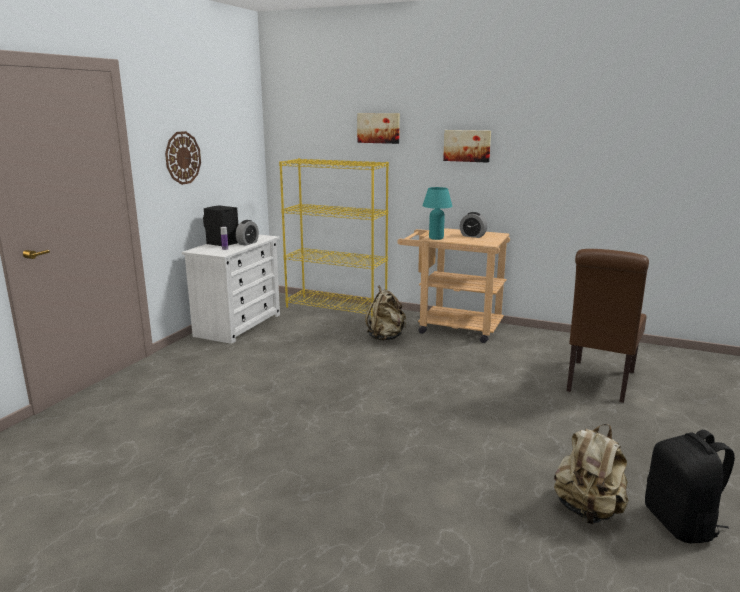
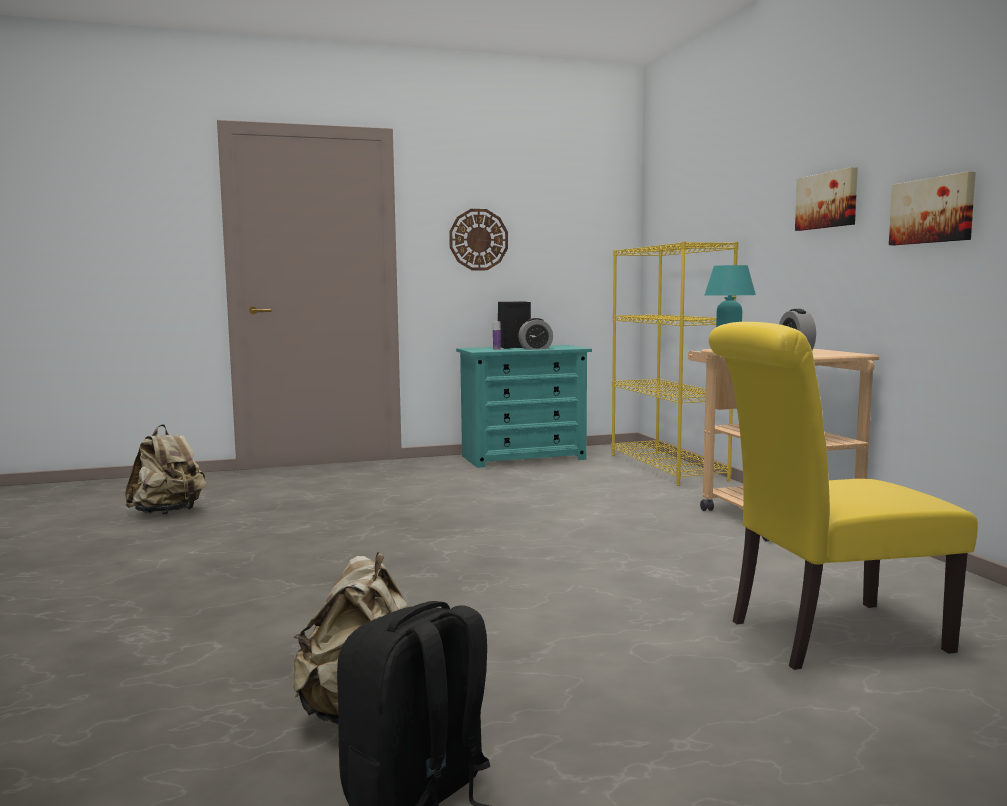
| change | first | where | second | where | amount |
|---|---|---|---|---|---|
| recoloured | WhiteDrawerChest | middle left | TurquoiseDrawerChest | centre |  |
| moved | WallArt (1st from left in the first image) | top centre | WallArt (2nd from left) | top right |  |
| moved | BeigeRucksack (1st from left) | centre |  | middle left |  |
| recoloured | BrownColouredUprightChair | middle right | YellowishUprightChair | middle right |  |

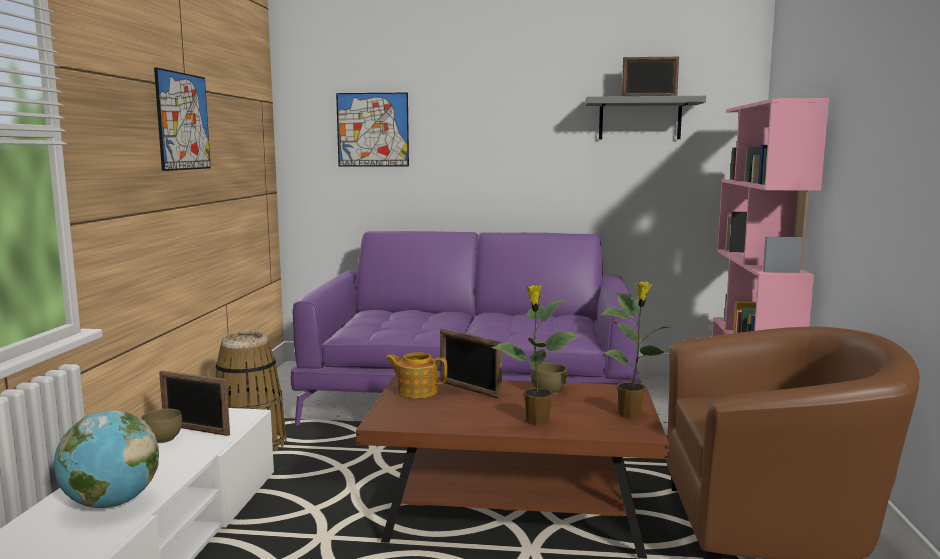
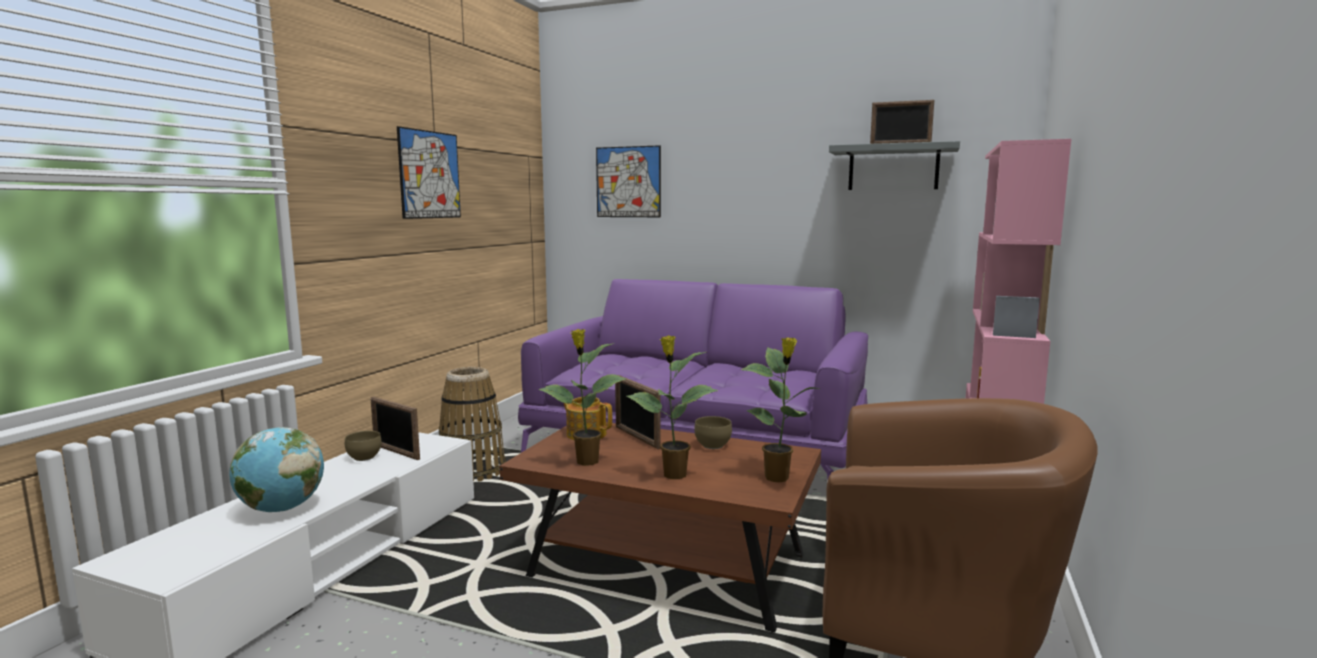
| change | first | where | second | where | amount |
|---|---|---|---|---|---|
| added |  |  | Houseplant (1st from left) | centre |  |

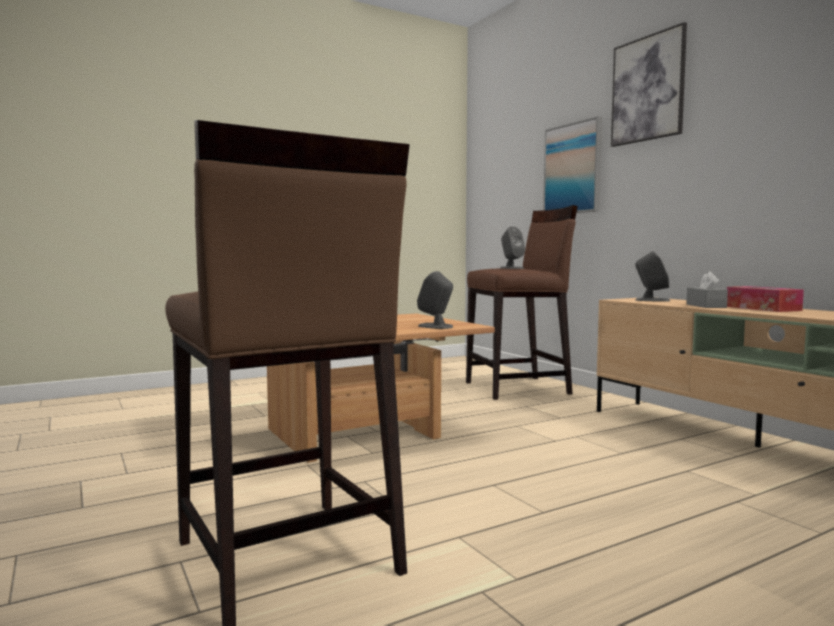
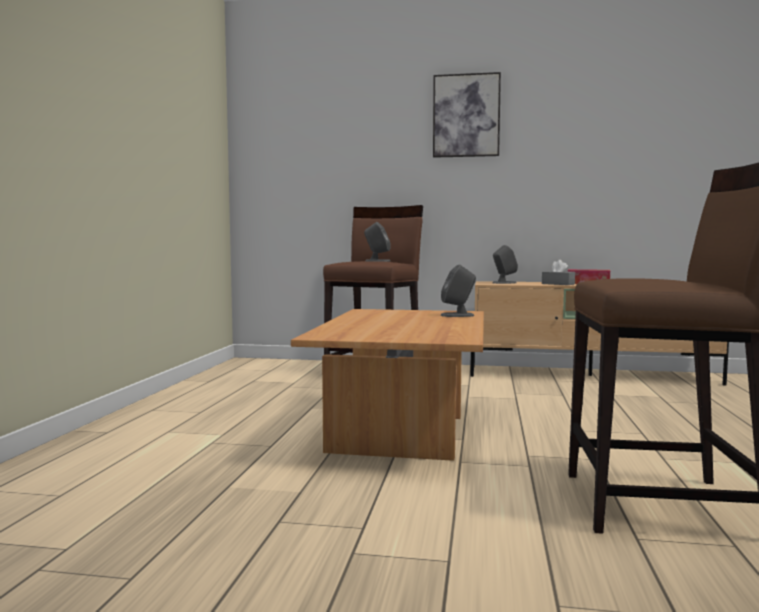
| change | first | where | second | where | amount |
|---|---|---|---|---|---|
| removed | WallArt (1st from left) | top right |  |  |  |

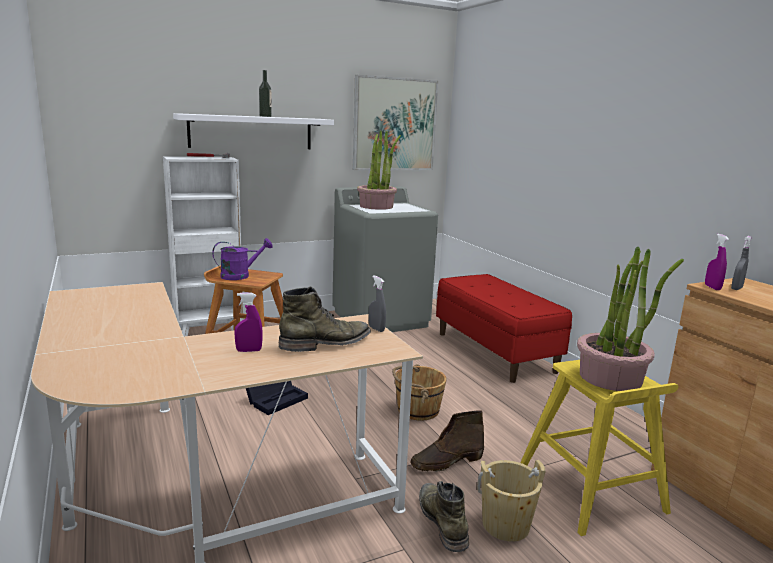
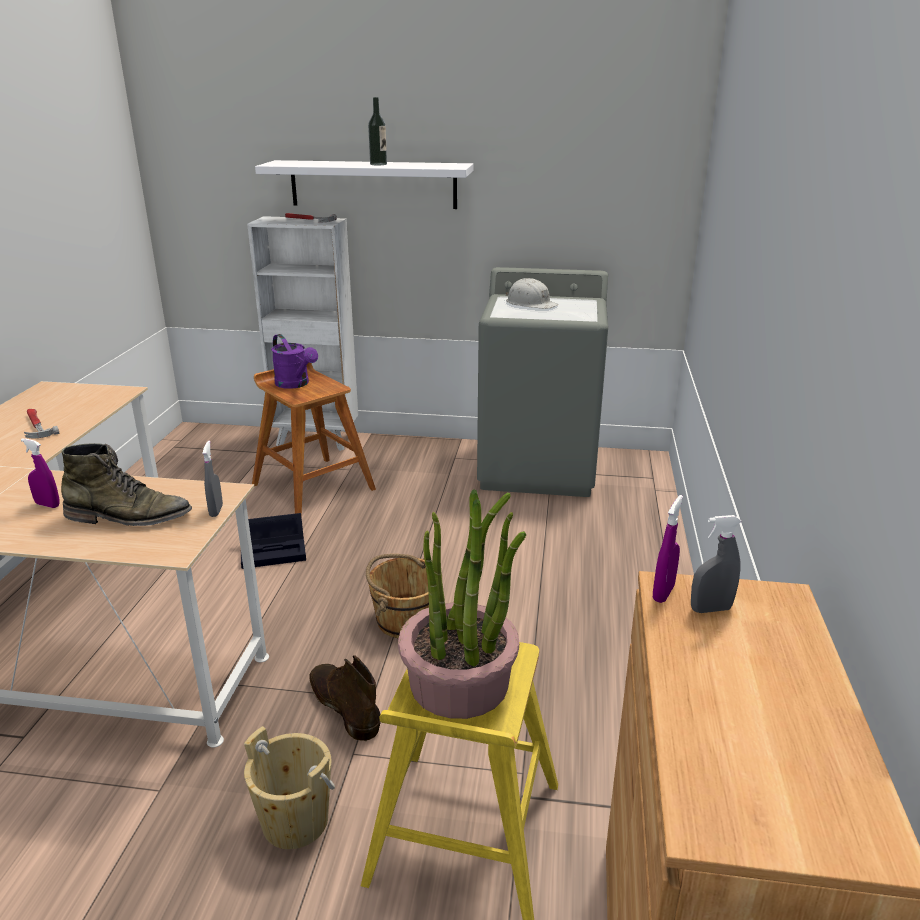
| change | first | where | second | where | amount |
|---|---|---|---|---|---|
| turned | PurplishWateringPot | middle left |  | middle left | 45 degrees clockwise |
| removed | WallArt | top centre |  |  |  |
| replaced | Houseplant (1st from left) | top centre | WhiteHardHat | top centre |  |
| turned | BrownColouredTallBoot | bottom centre |  | bottom centre | 45 degrees clockwise |
| removed | GreenTallBoot (2nd from left) | bottom centre |  |  |  |
| removed | ReddishLongSeat | centre |  |  |  |
| added |  |  | HandHammer (1st from left) | middle left |  |

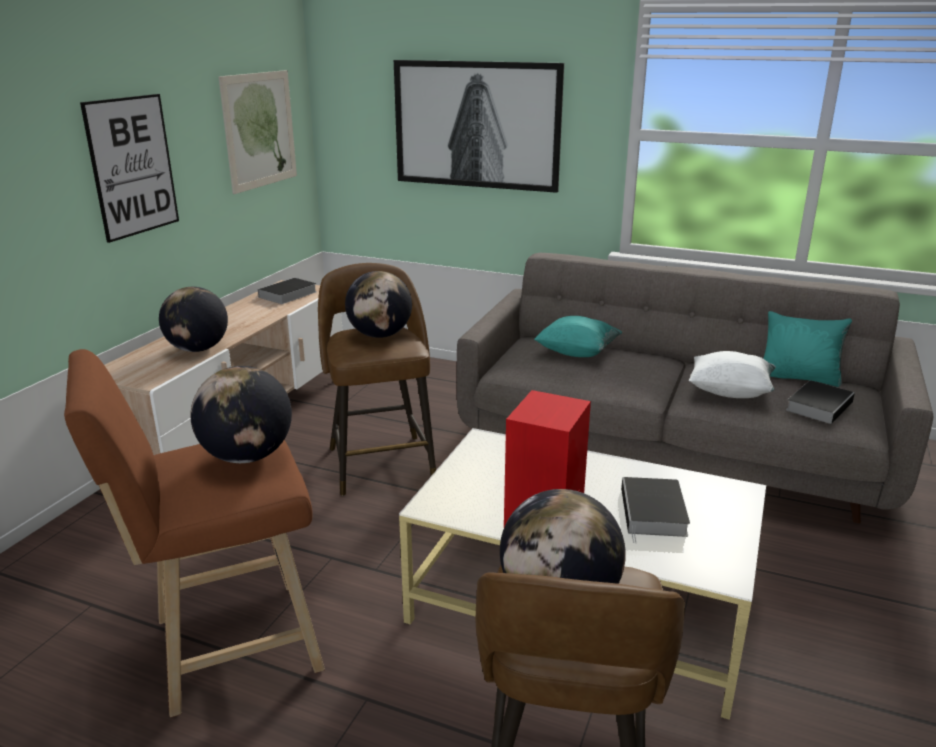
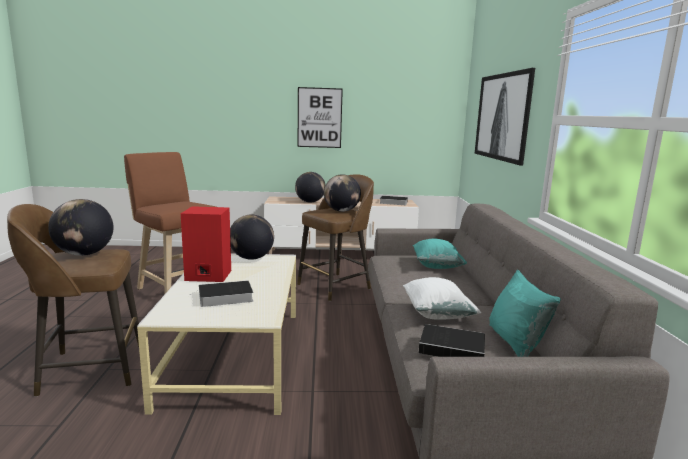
| change | first | where | second | where | amount |
|---|---|---|---|---|---|
| moved | Globe (2nd from left) | middle left |  | centre |  |
| removed | WallArt (2nd from left) | top left |  |  |  |

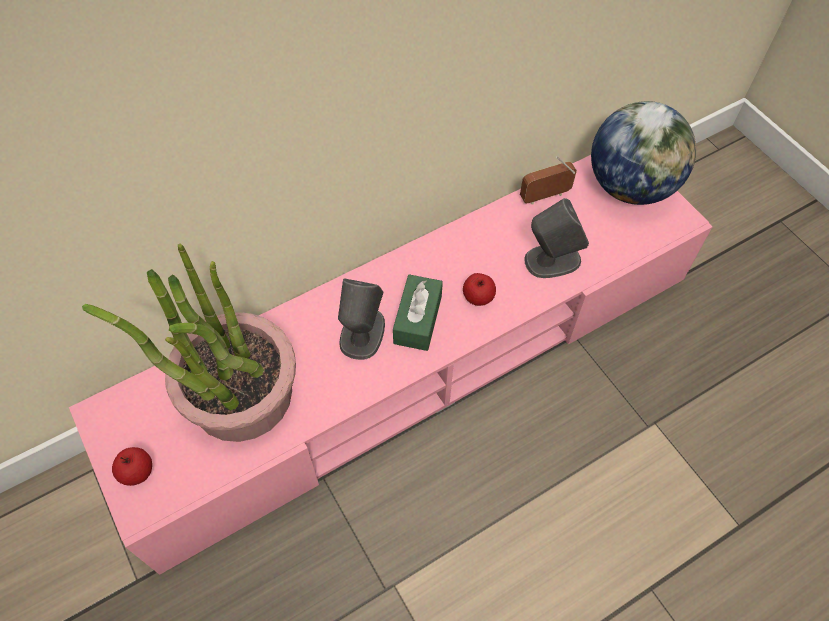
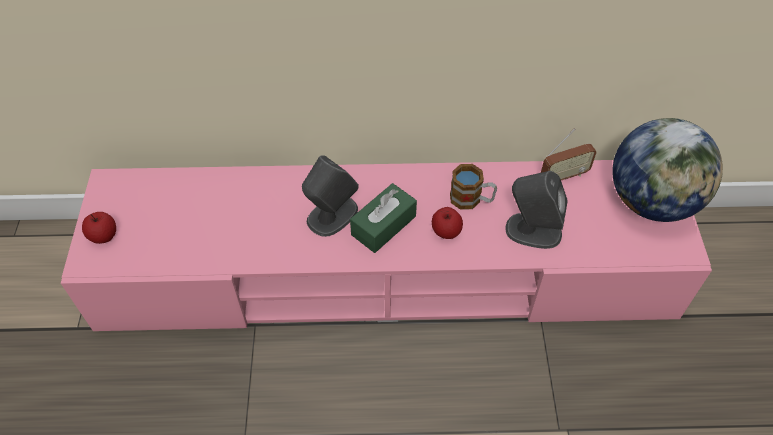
| change | first | where | second | where | amount |
|---|---|---|---|---|---|
| removed | Houseplant | middle left |  |  |  |
| turned | Radio | top centre |  | middle right | 150 degrees clockwise |
| added |  |  | TeaMug | centre |  |

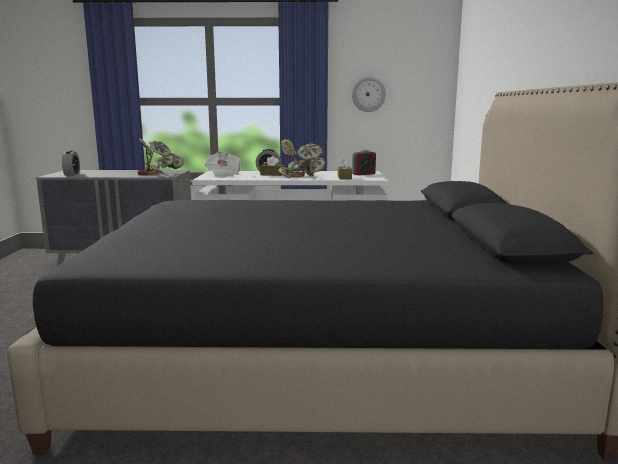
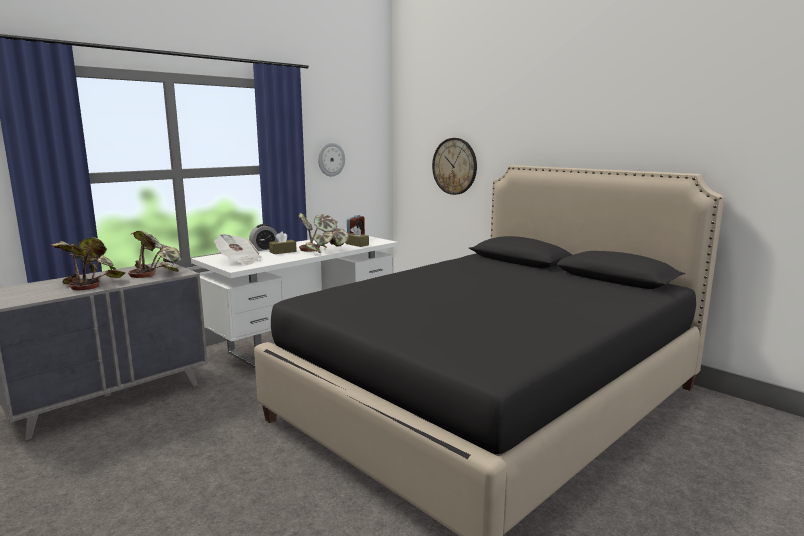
| change | first | where | second | where | amount |
|---|---|---|---|---|---|
| removed | AlarmClock (1st from left) | middle left |  |  |  |
| added |  |  | Houseplant (1st from left) | middle left |  |
| added |  |  | HangingClock (2nd from left) | top centre |  |

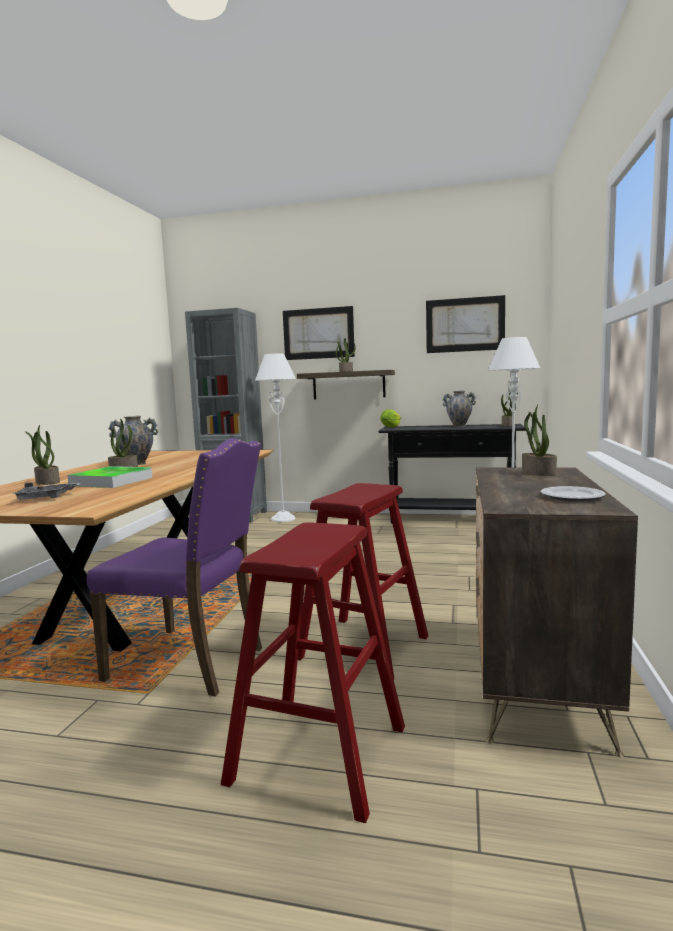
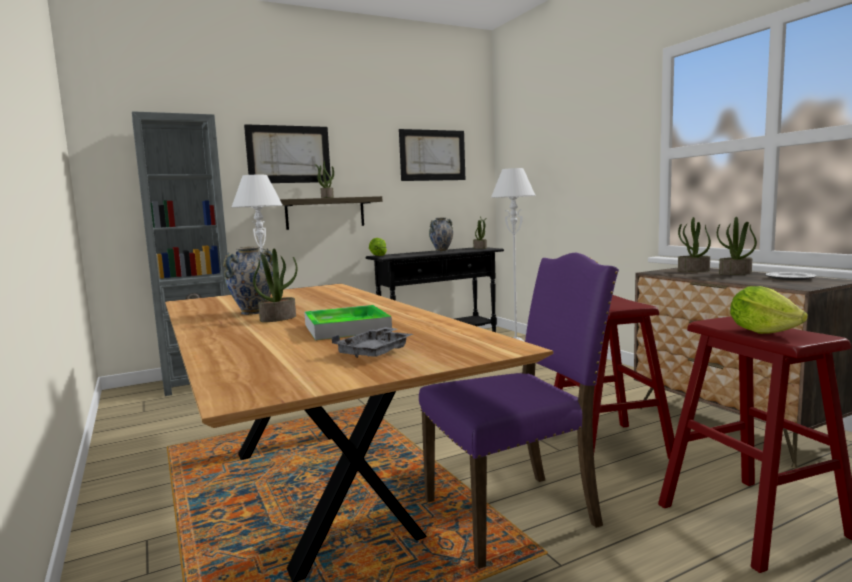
| change | first | where | second | where | amount |
|---|---|---|---|---|---|
| moved | Houseplant (1st from left in the first image) | middle left | Houseplant (5th from left) | middle right |  |
| added |  |  | HeadOfLettuce (2nd from left) | middle right |  |

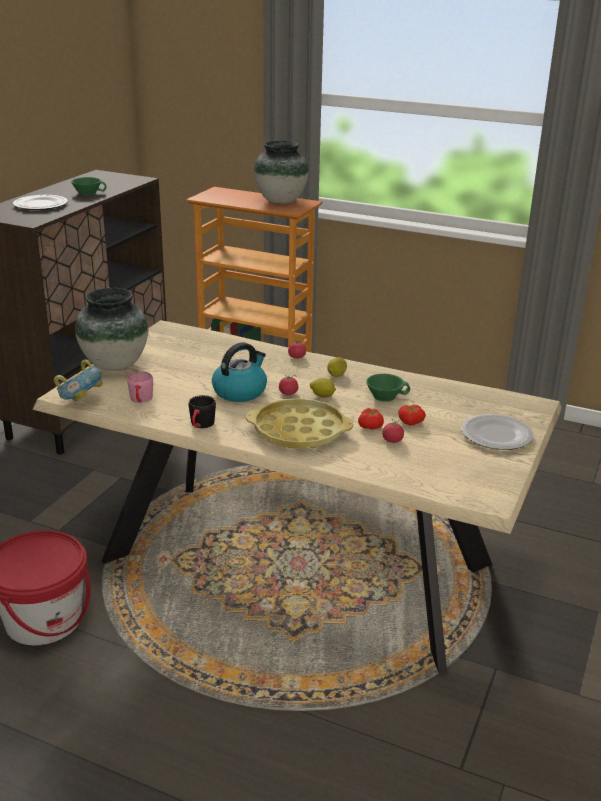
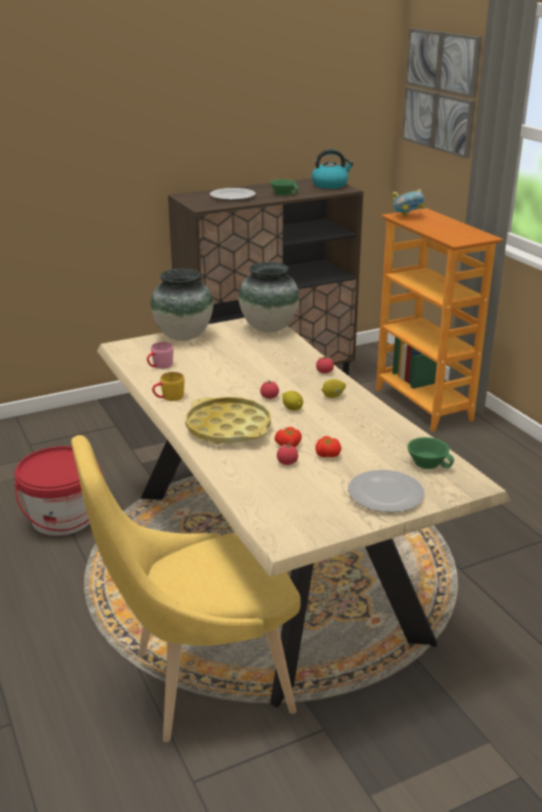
| change | first | where | second | where | amount |
|---|---|---|---|---|---|
| moved | Bowl | middle left |  | top right |  |
| recoloured | BlackColouredTeaMug | centre | YellowishTeaMug | middle left |  |
| moved | WaterKettle | centre |  | top centre |  |
| moved | DecorativeVase (2nd from left) | top centre |  | centre |  |
| moved | GreenDrinkingCup (2nd from left) | centre |  | middle right |  |
| added |  |  | YellowishUprightChair | bottom centre |  |
| added |  |  | WallArt | top right |  |

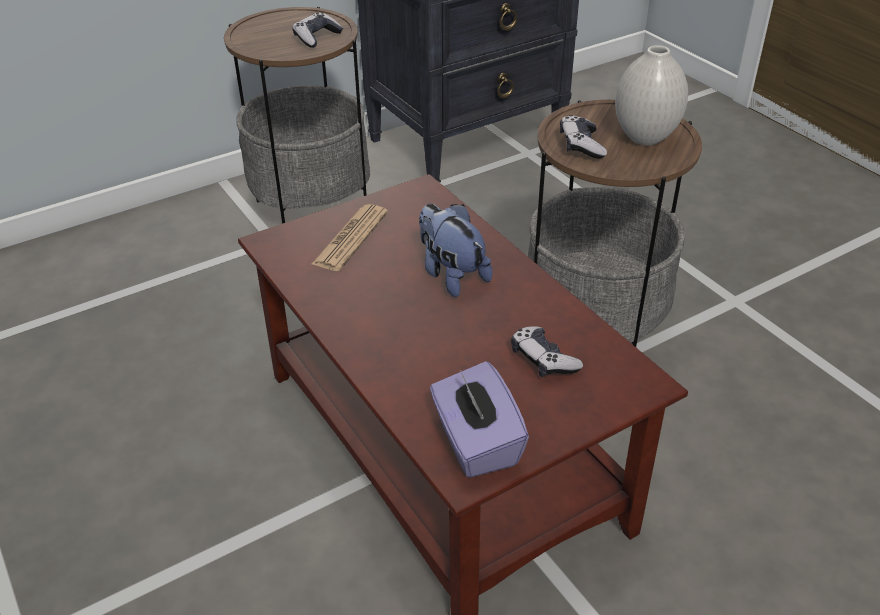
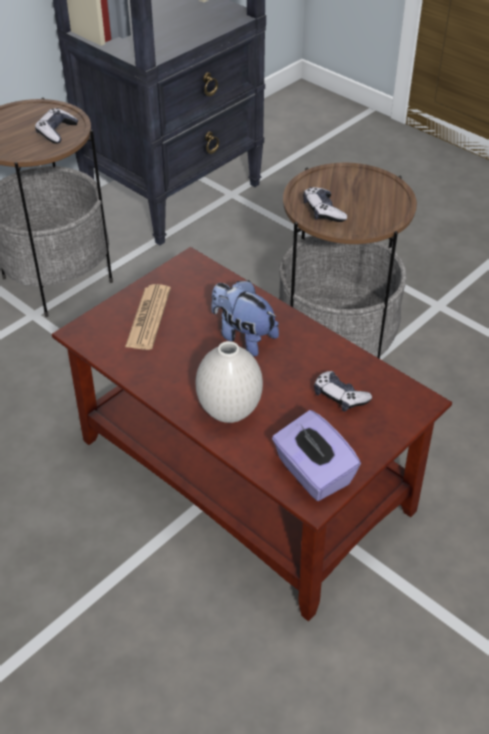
| change | first | where | second | where | amount |
|---|---|---|---|---|---|
| moved | WhiteDecorativeVase | top right |  | centre |  |

